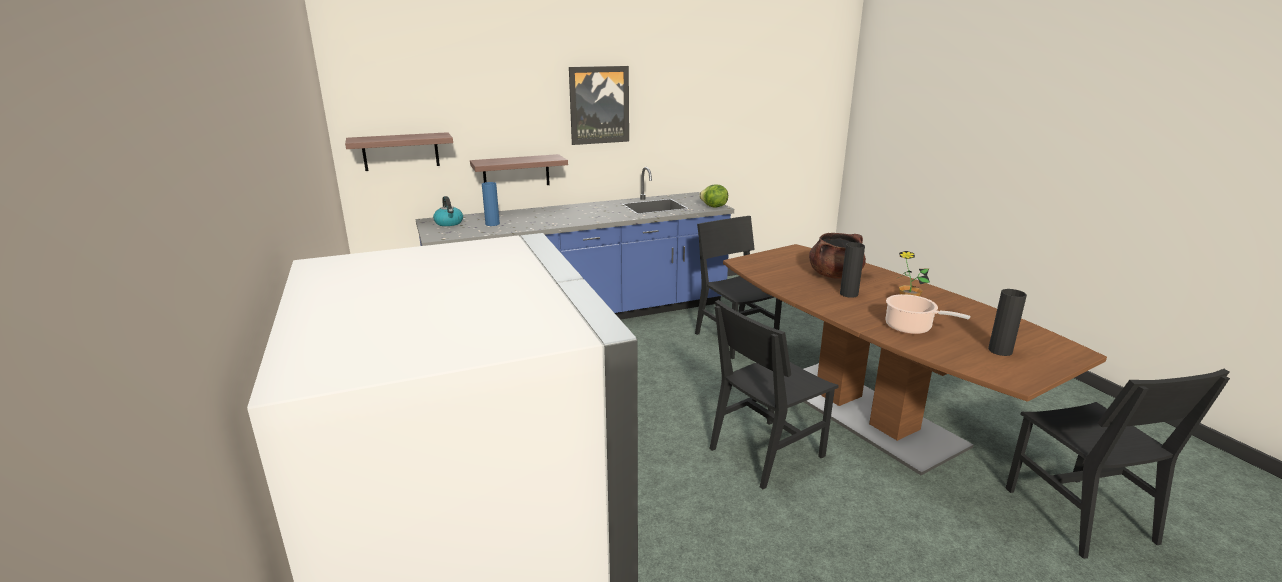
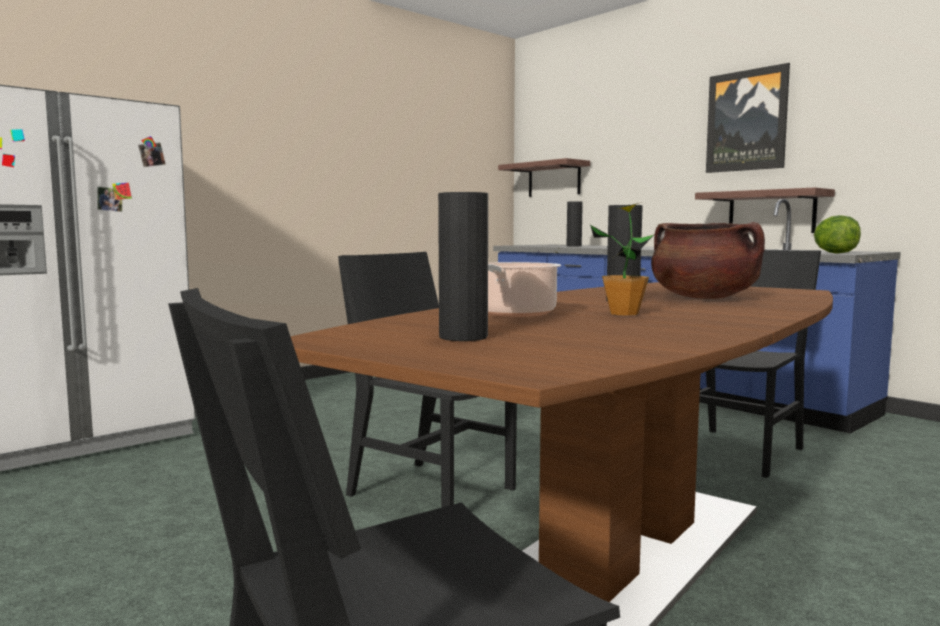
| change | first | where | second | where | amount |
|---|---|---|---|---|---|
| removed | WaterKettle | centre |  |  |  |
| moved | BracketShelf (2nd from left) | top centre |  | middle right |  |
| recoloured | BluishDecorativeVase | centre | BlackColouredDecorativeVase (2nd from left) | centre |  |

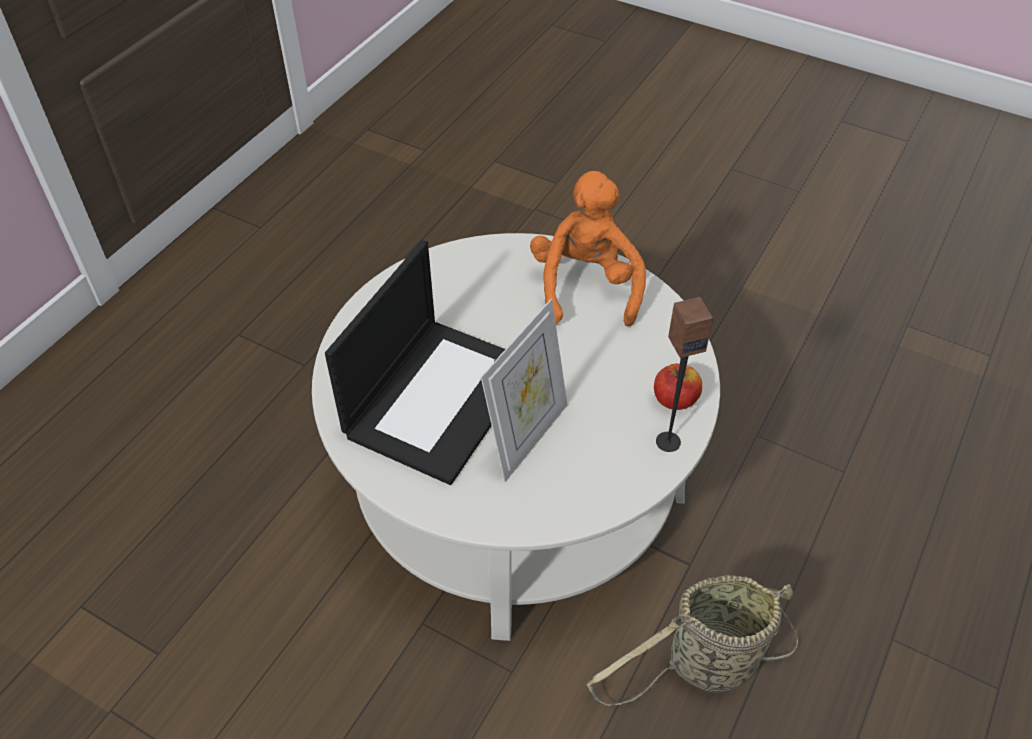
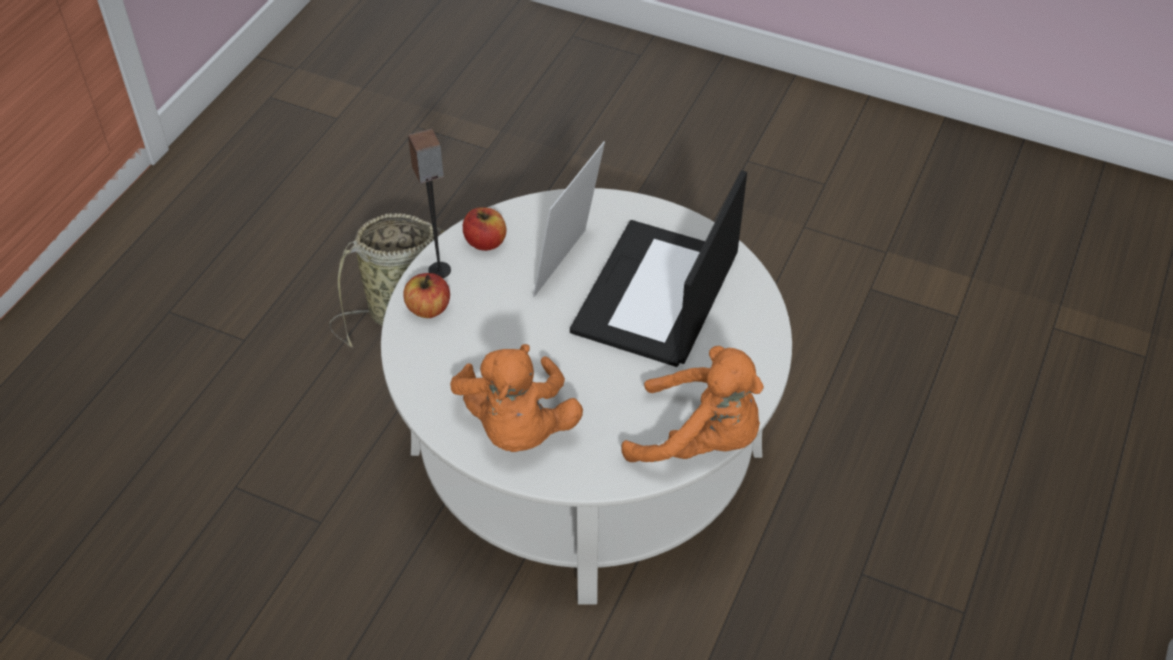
| change | first | where | second | where | amount |
|---|---|---|---|---|---|
| added |  |  | Apple (2nd from left) | centre |  |
| added |  |  | OrangeySoftToy (2nd from left) | centre |  |

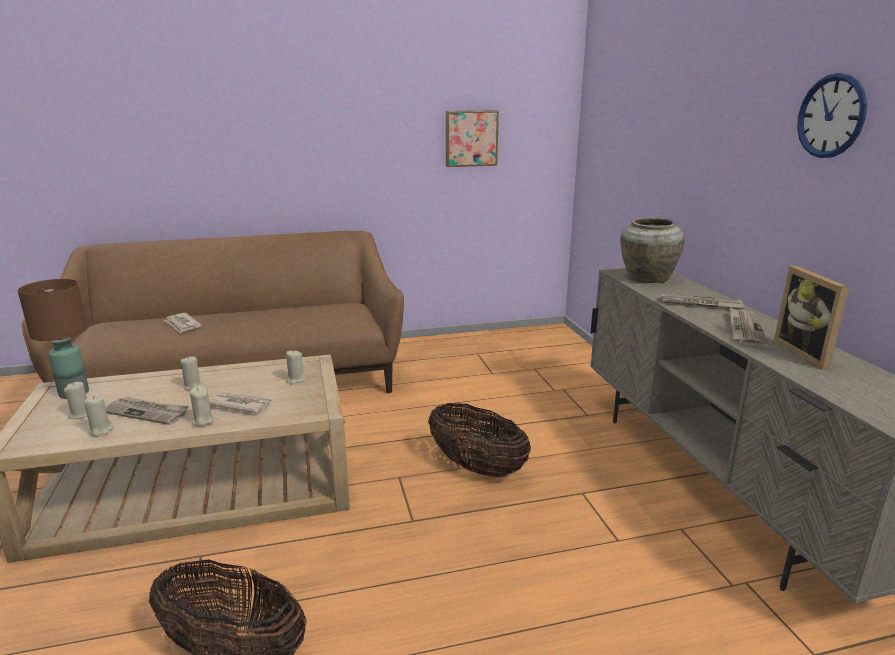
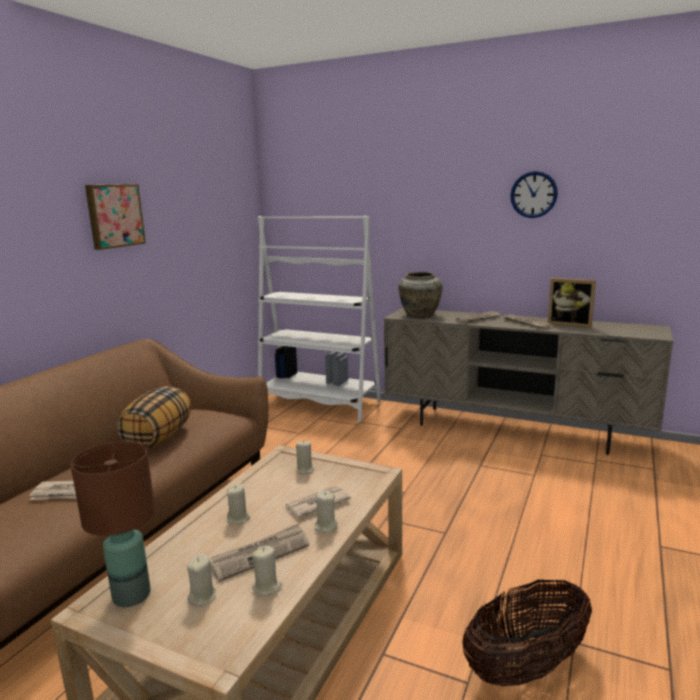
| change | first | where | second | where | amount |
|---|---|---|---|---|---|
| removed | StorageBasket (2nd from left) | bottom centre |  |  |  |
| moved | WallArt | top centre |  | top left |  |
| added |  |  | Pillow | middle left |  |
| added |  |  | WhiteShelvingUnit | centre |  |

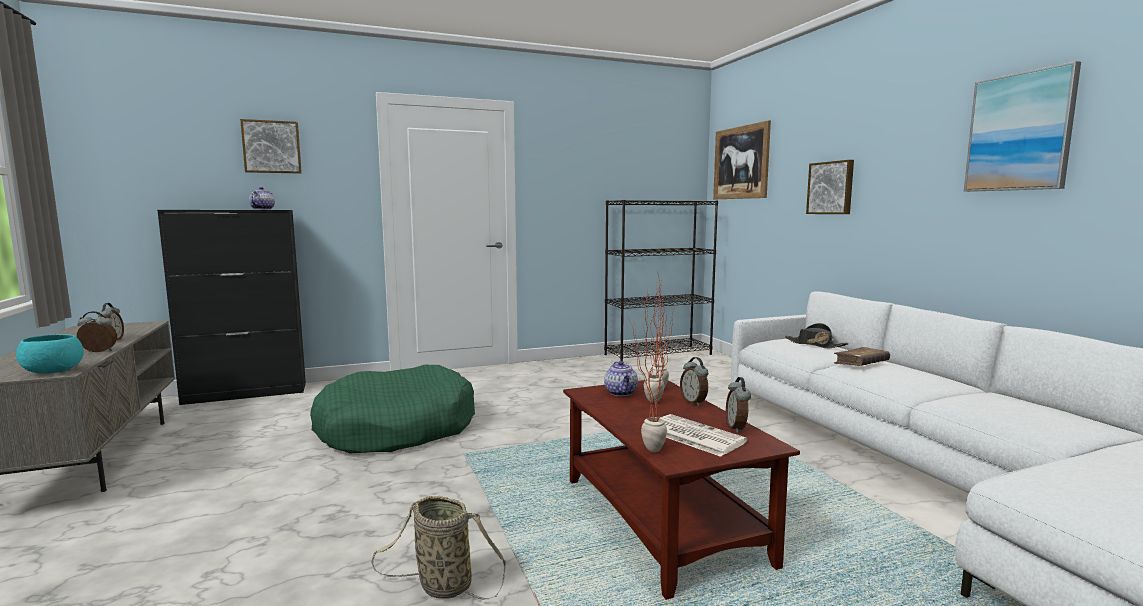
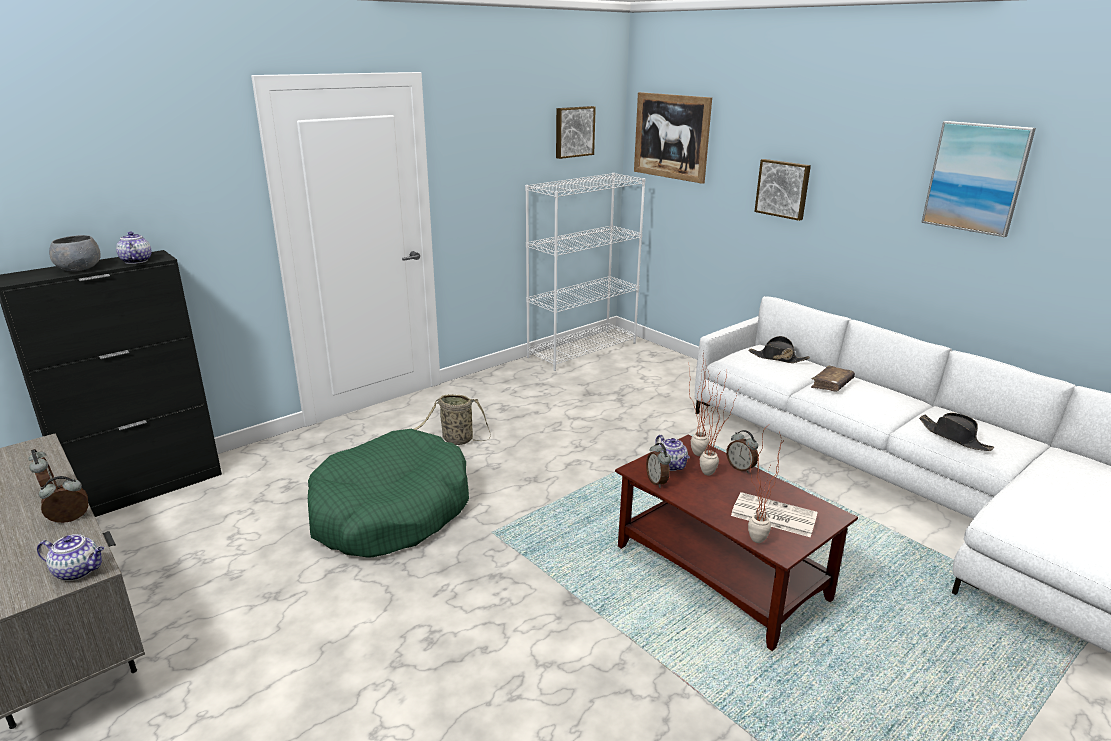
| change | first | where | second | where | amount |
|---|---|---|---|---|---|
| replaced | TurquoiseBowl | middle left | TeaPot (1st from left) | bottom left |  |
| moved | WallArt (1st from left) | top left |  | top centre |  |
| moved | StorageBasket | bottom centre |  | centre |  |
| recoloured | BlackColouredShelvingUnit | centre | WhiteShelvingUnit | centre |  |
| moved | AlarmClock (4th from left in the first image) | bottom centre | AlarmClock (3rd from left) | centre |  |
| added |  |  | GreyishBowl | middle left |  |
| added |  |  | BlackColouredWearableHat (2nd from left) | middle right |  |

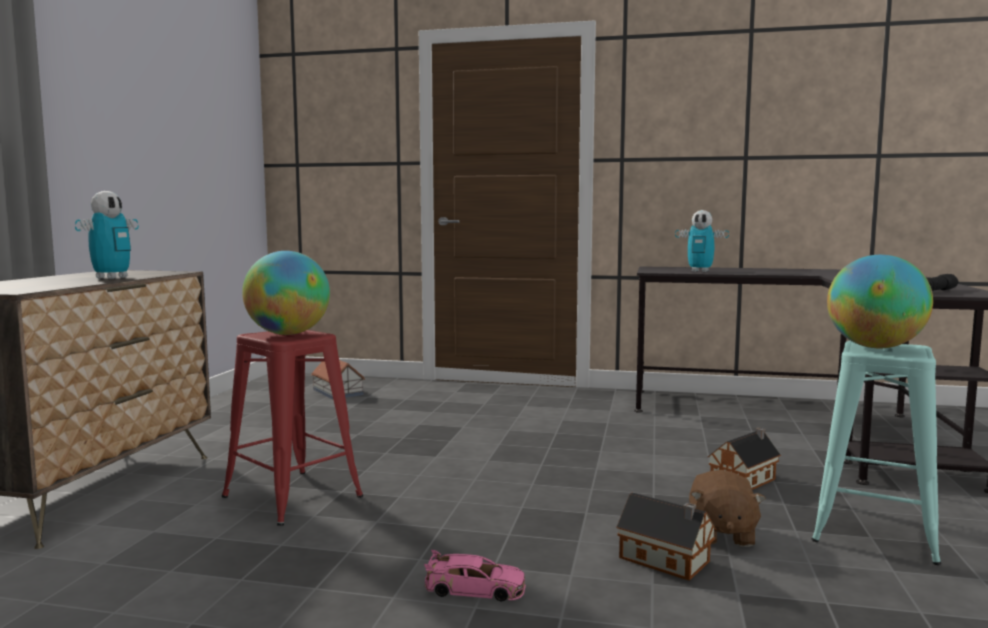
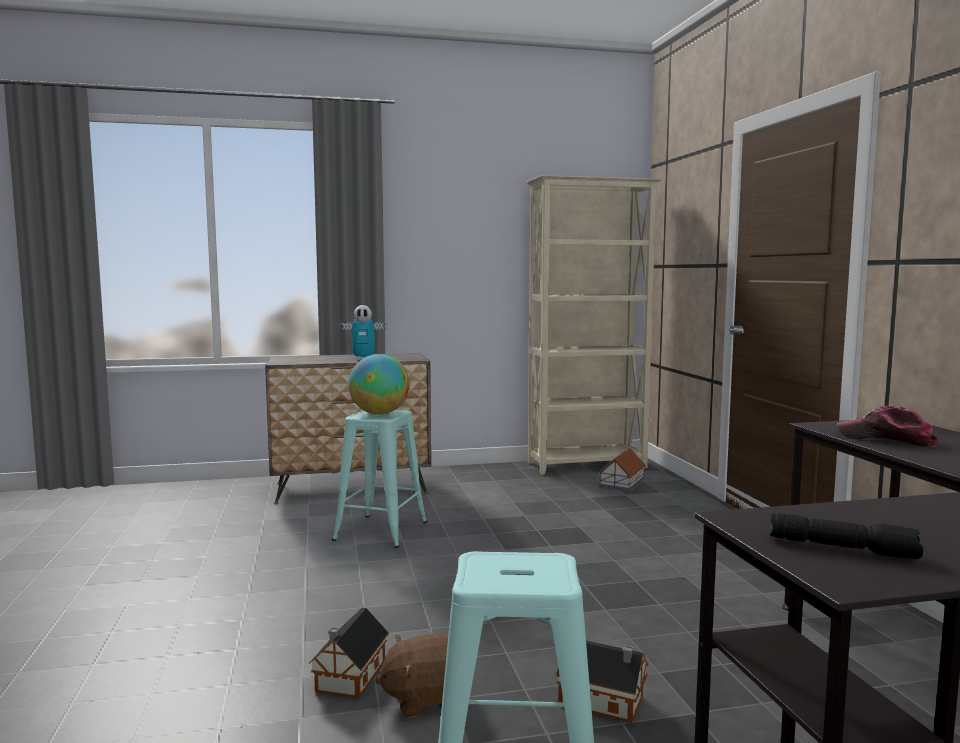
| change | first | where | second | where | amount |
|---|---|---|---|---|---|
| recoloured | ReddishStoolSeat | bottom left | TurquoiseStoolSeat (1st from left) | centre |  |
| removed | PinkToyCar | bottom centre |  |  |  |
| replaced | ToyRobot (2nd from left) | middle right | PeakedCap | middle right |  |
| removed | Globe (2nd from left) | middle right |  |  |  |
| added |  |  | BeigeShelvingUnit | centre |  |

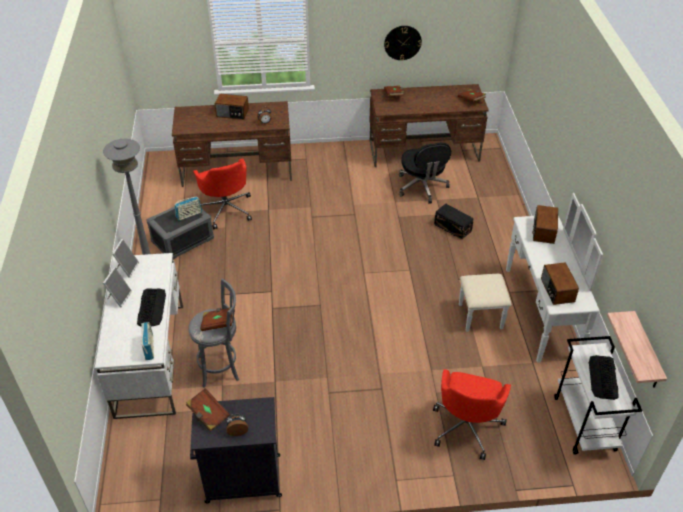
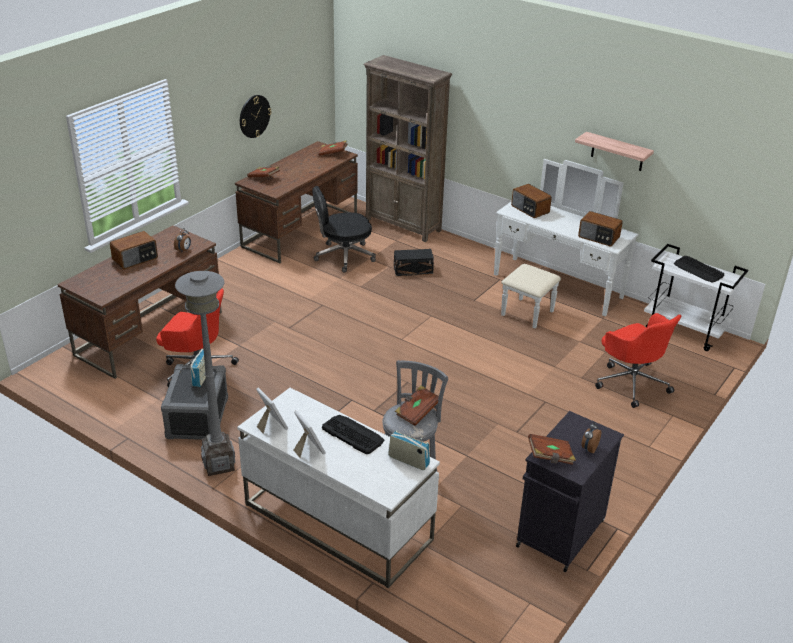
| change | first | where | second | where | amount |
|---|---|---|---|---|---|
| turned | BlackColouredOfficeChair | centre |  | centre | 135 degrees clockwise |
| moved | BracketShelf | bottom right |  | top right |  |
| added |  |  | BrownColouredShelvingUnit | top centre |  |

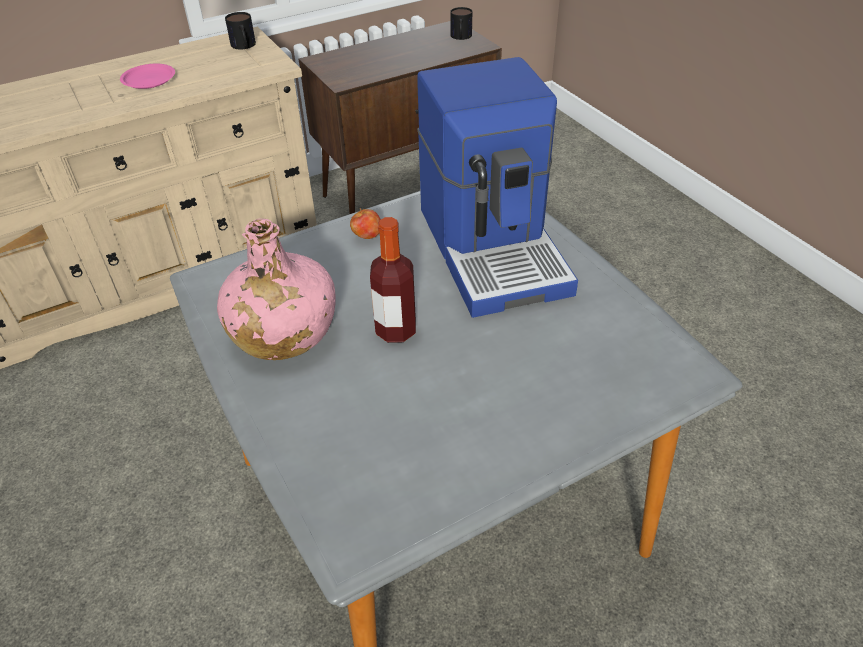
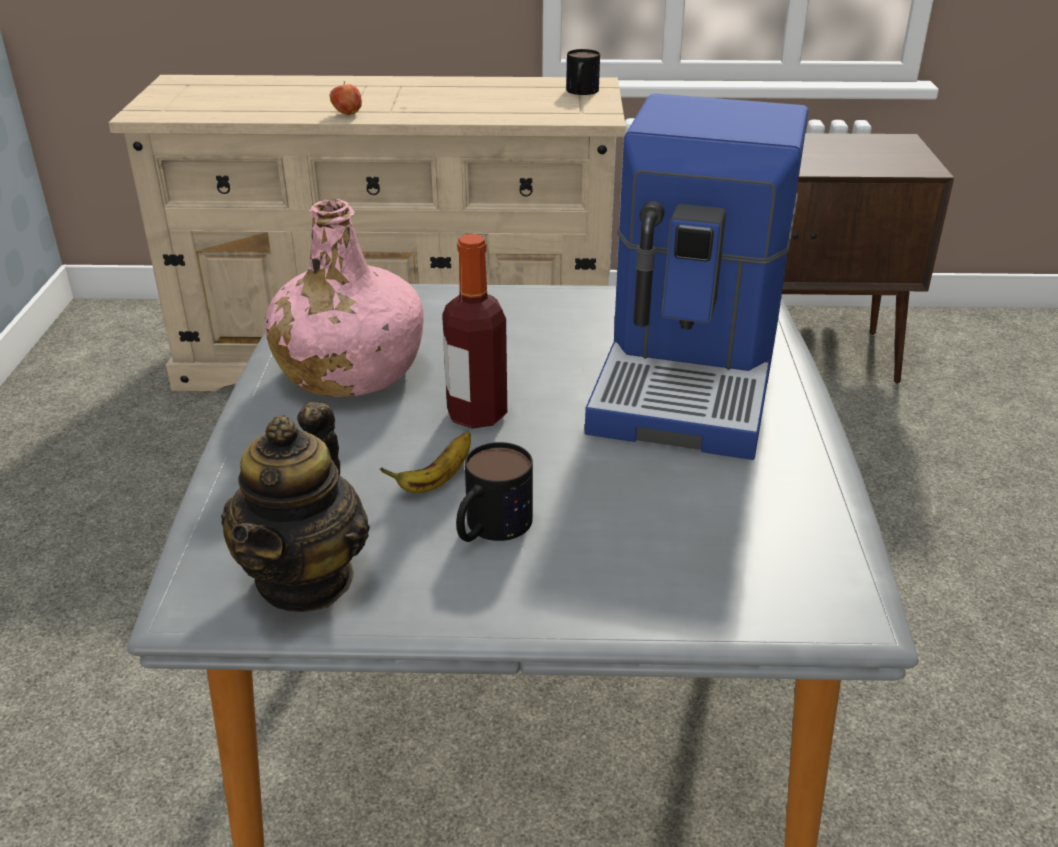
| change | first | where | second | where | amount |
|---|---|---|---|---|---|
| removed | PinkDinnerPlate | top left |  |  |  |
| moved | Apple | centre |  | top left |  |
| moved | TeaMug (2nd from left in the first image) | top centre | TeaMug (1st from left) | centre |  |
| added |  |  | TeaPot | middle left |  |
| added |  |  | Banana | centre |  |

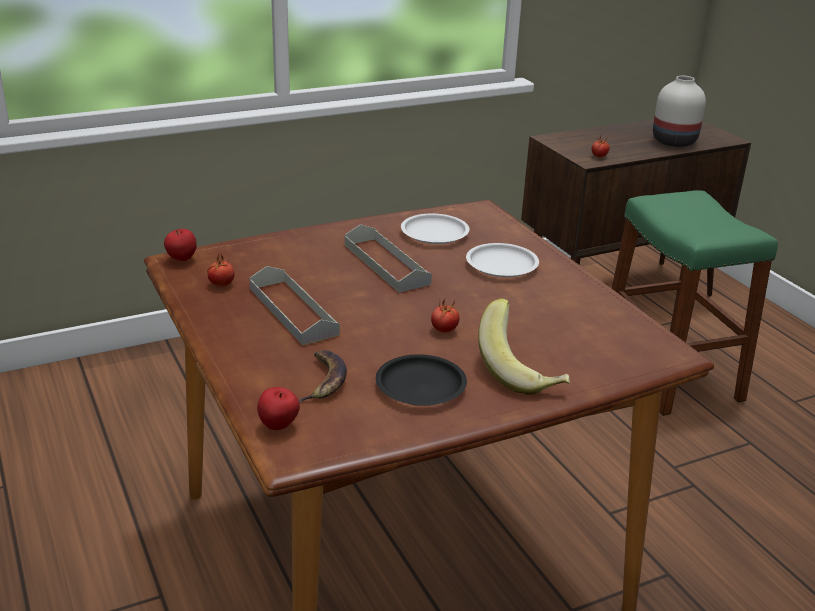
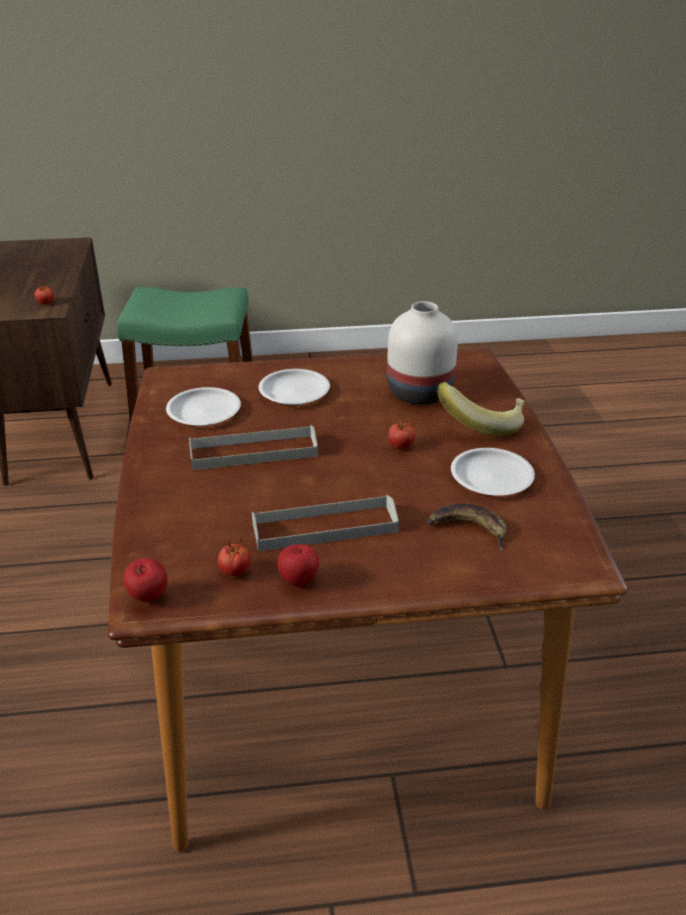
| change | first | where | second | where | amount |
|---|---|---|---|---|---|
| moved | Apple (2nd from left) | bottom centre |  | centre |  |
| recoloured | BlackColouredDinnerPlate | centre | WhiteDinnerPlate (3rd from left) | middle right |  |
| moved | WhiteDecorativeVase | top right |  | centre |  |

